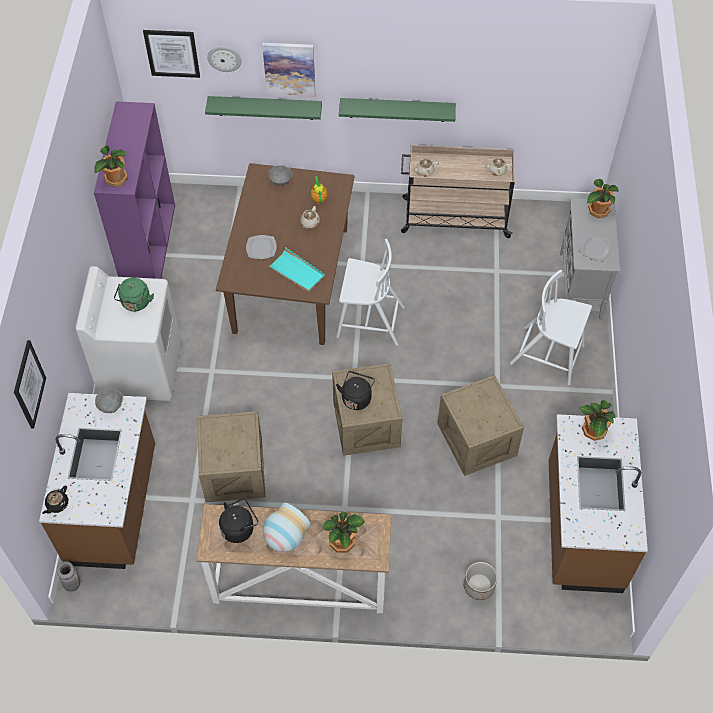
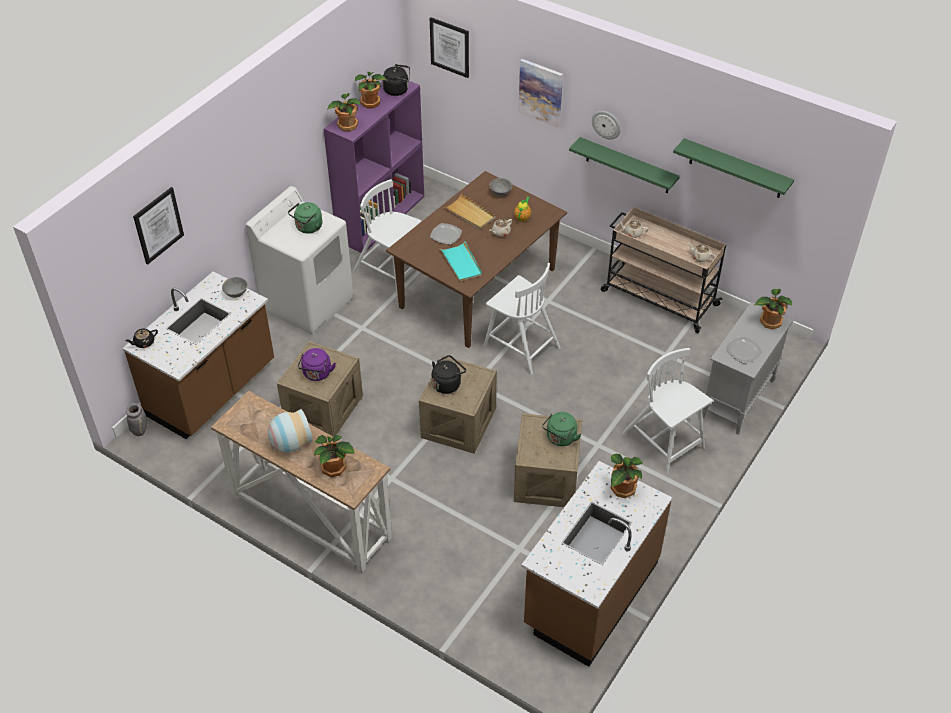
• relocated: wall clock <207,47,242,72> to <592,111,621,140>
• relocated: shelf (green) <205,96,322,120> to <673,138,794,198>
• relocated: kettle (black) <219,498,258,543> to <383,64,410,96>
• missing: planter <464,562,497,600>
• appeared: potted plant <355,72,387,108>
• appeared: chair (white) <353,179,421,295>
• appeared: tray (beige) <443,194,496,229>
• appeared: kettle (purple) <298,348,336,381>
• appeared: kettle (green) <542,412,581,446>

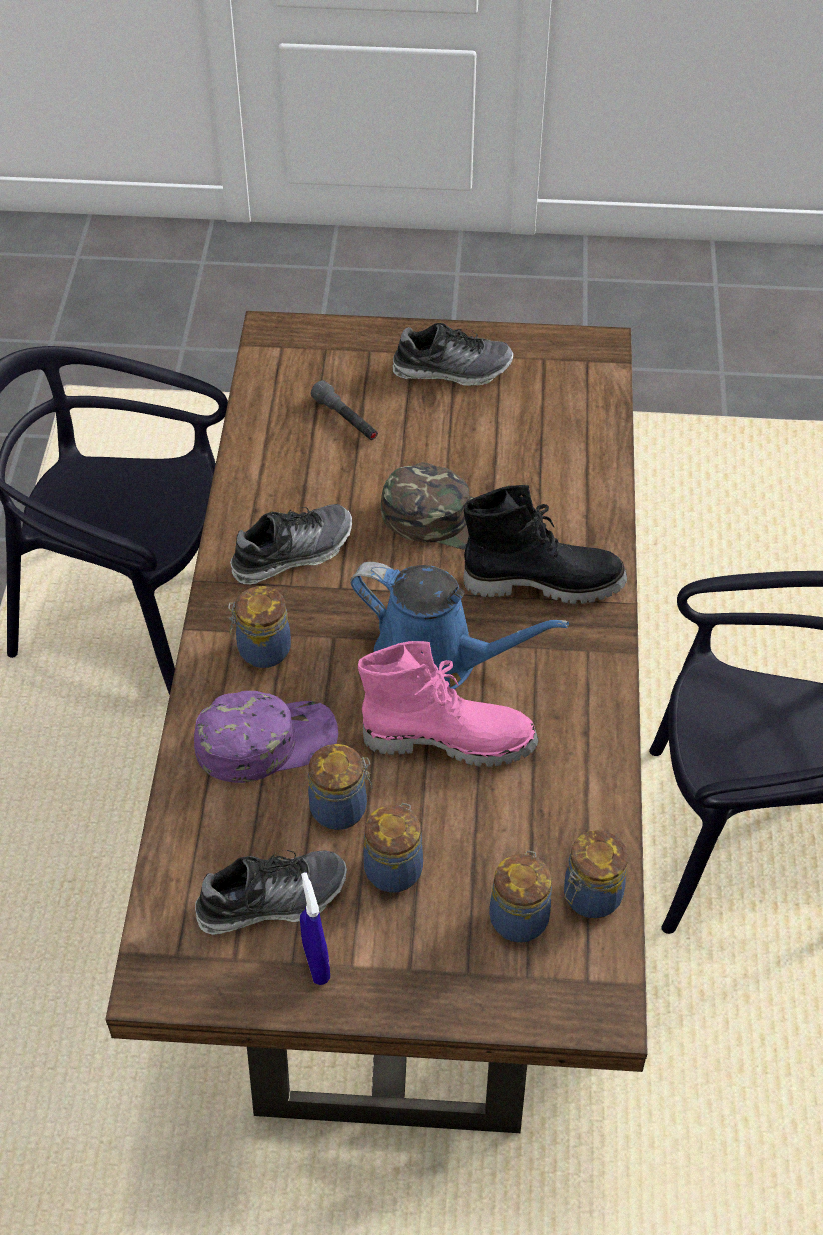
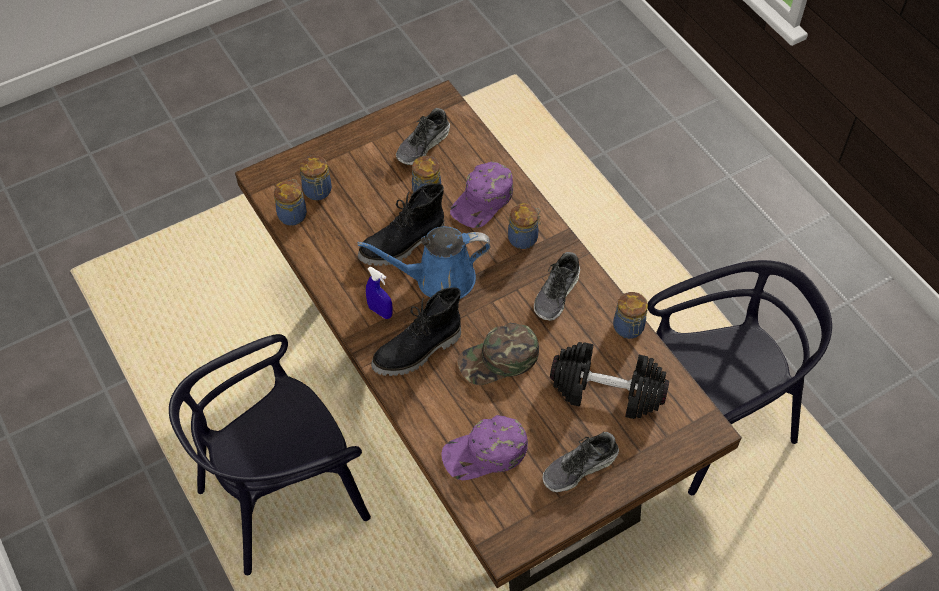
• exchanged: flashlight (grey) <311,380,378,440> to dumbbell (black) <550,342,669,419>
• colour: boot (pink) <358,641,538,767> to boot (black) <358,183,444,266>
• relocated: jar <363,803,423,893> to <613,292,648,339>
• relocated: spray bottle (blue) <300,872,330,985> to <366,267,393,319>
• appeared: cap (purple) <441,415,528,480>

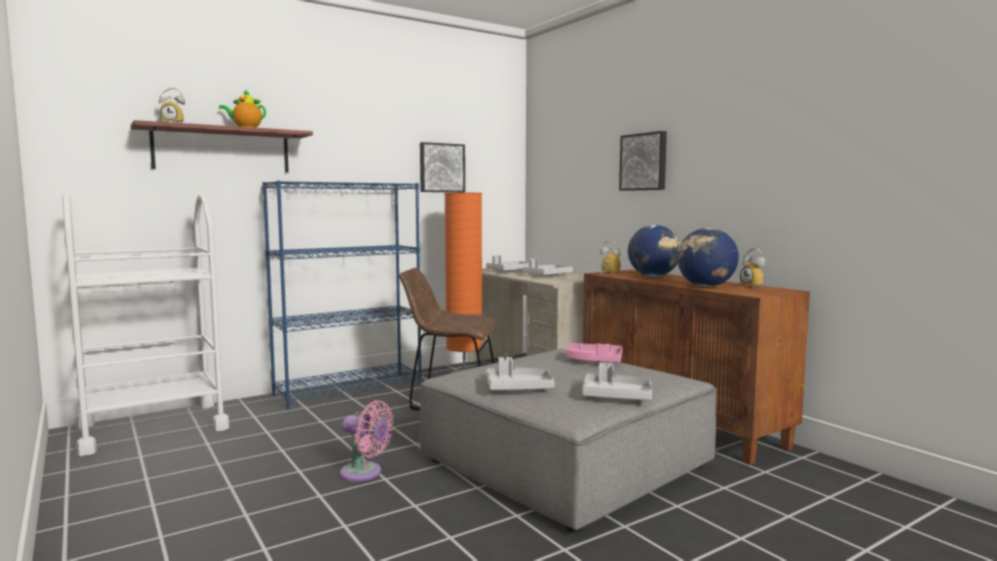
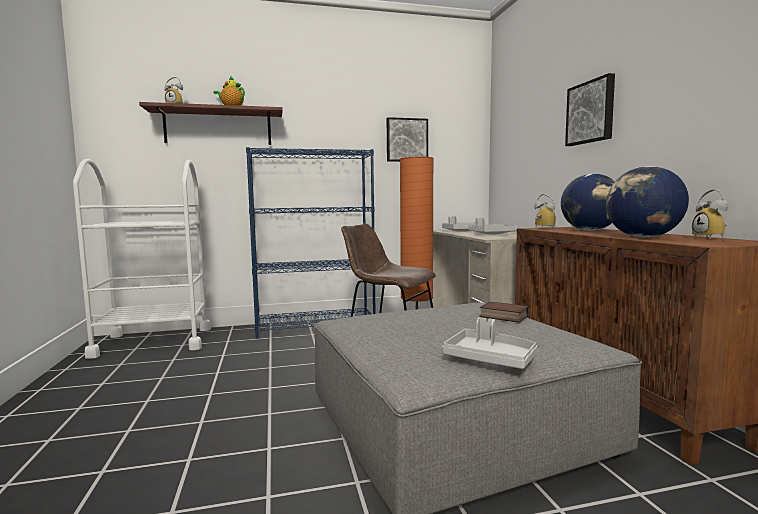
• exchanged: tray (pink) <566,343,623,362> to book <480,302,529,323>
• missing: tray (grey) <486,357,555,390>
• missing: fan (pink) <339,400,394,482>

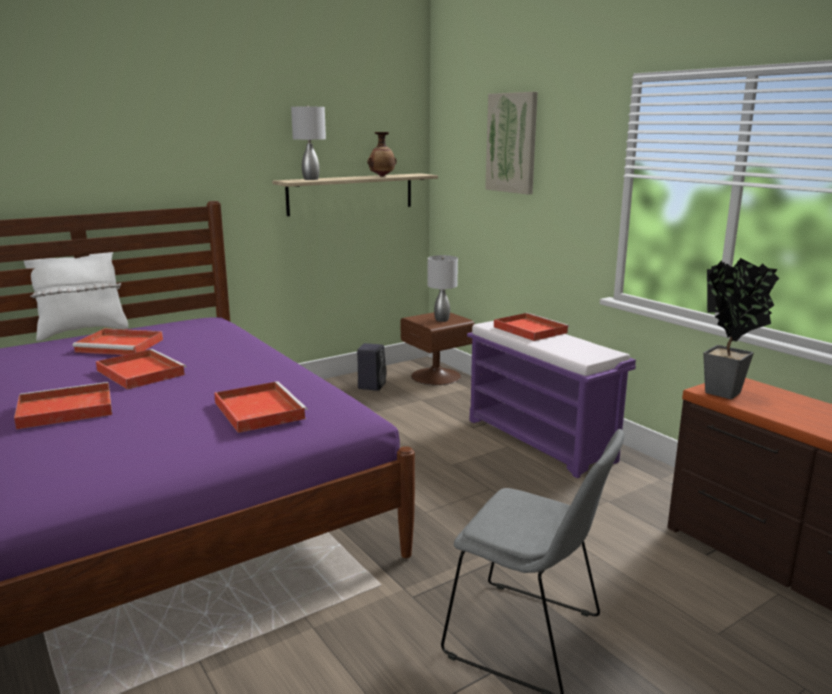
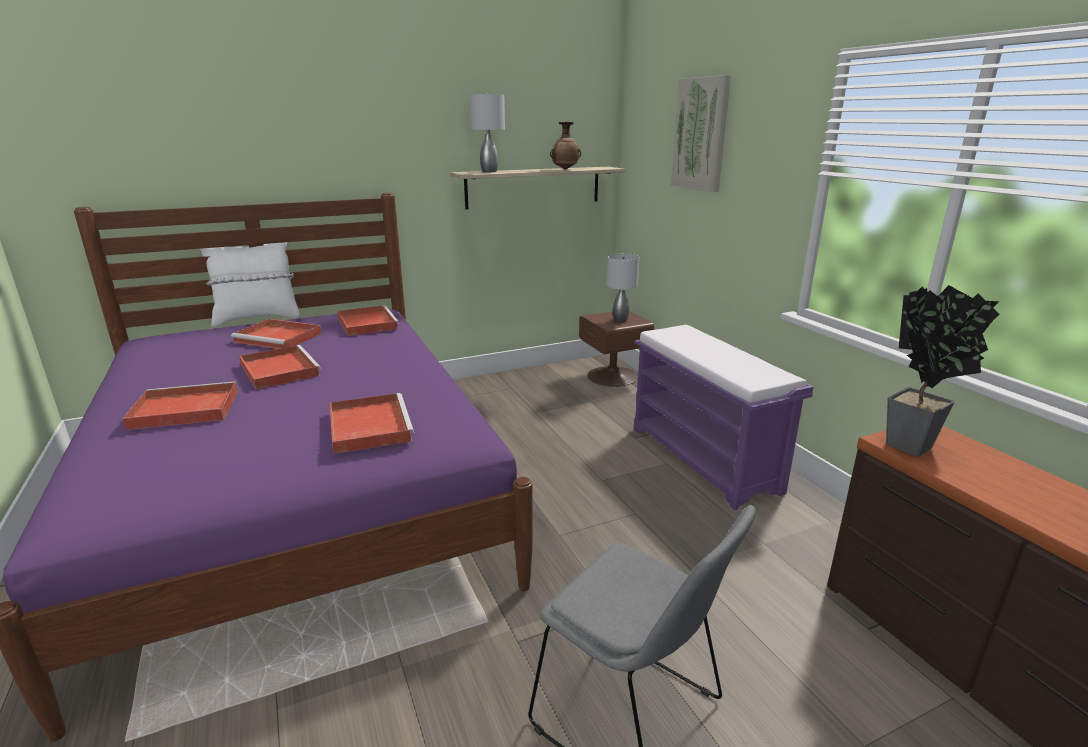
• relocated: tray (red) <494,313,569,341> to <337,305,399,336>
• missing: speaker (black) <357,343,386,391>

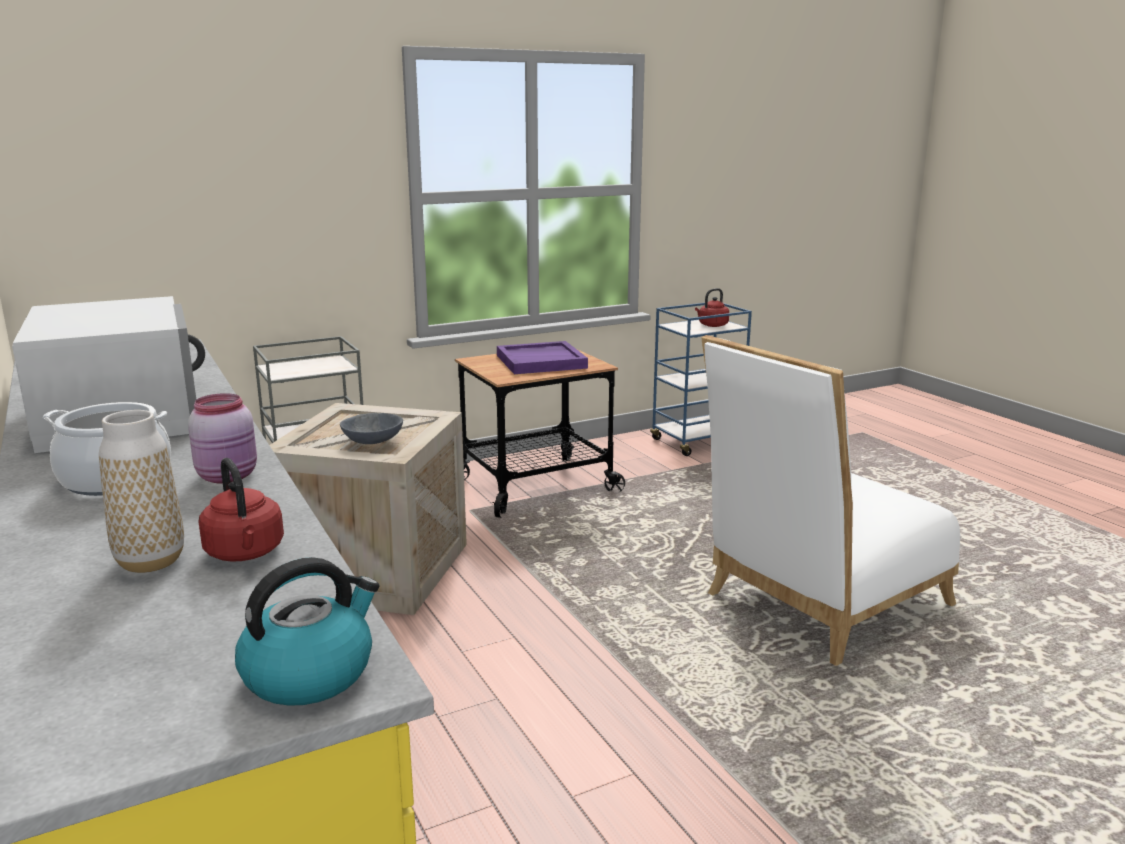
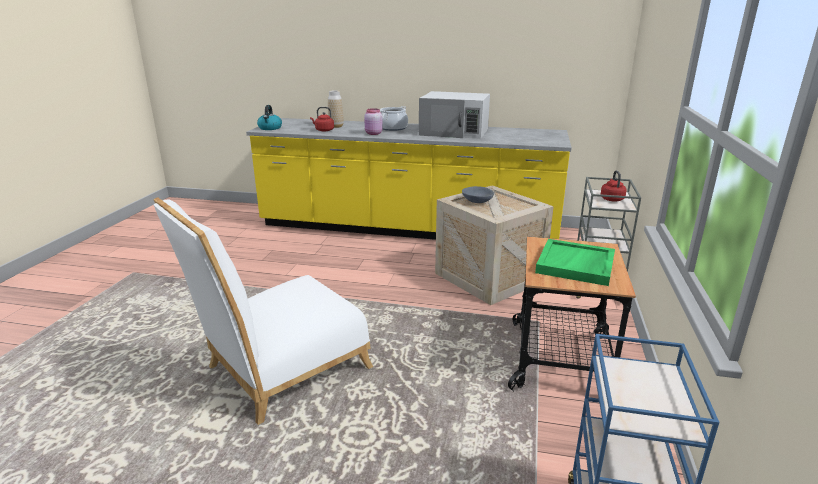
• relocated: kettle (red) <695,288,729,327> to <601,170,627,201>
• spun: chair (white) <701,335,960,666> = <153,197,373,425> 135 degrees counterclockwise
• colour: tray (purple) <497,341,588,374> to tray (green) <535,239,615,286>

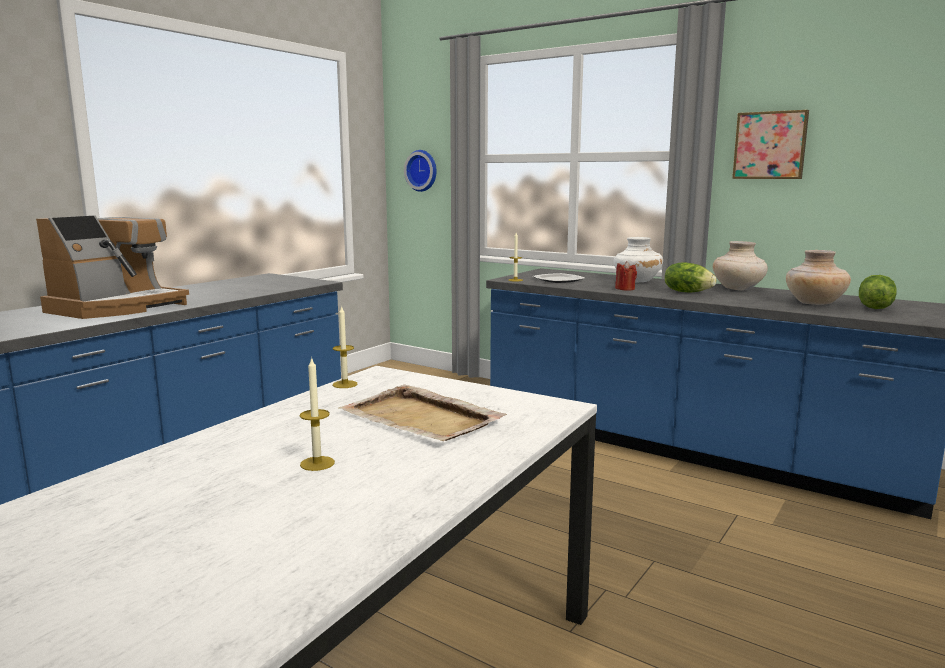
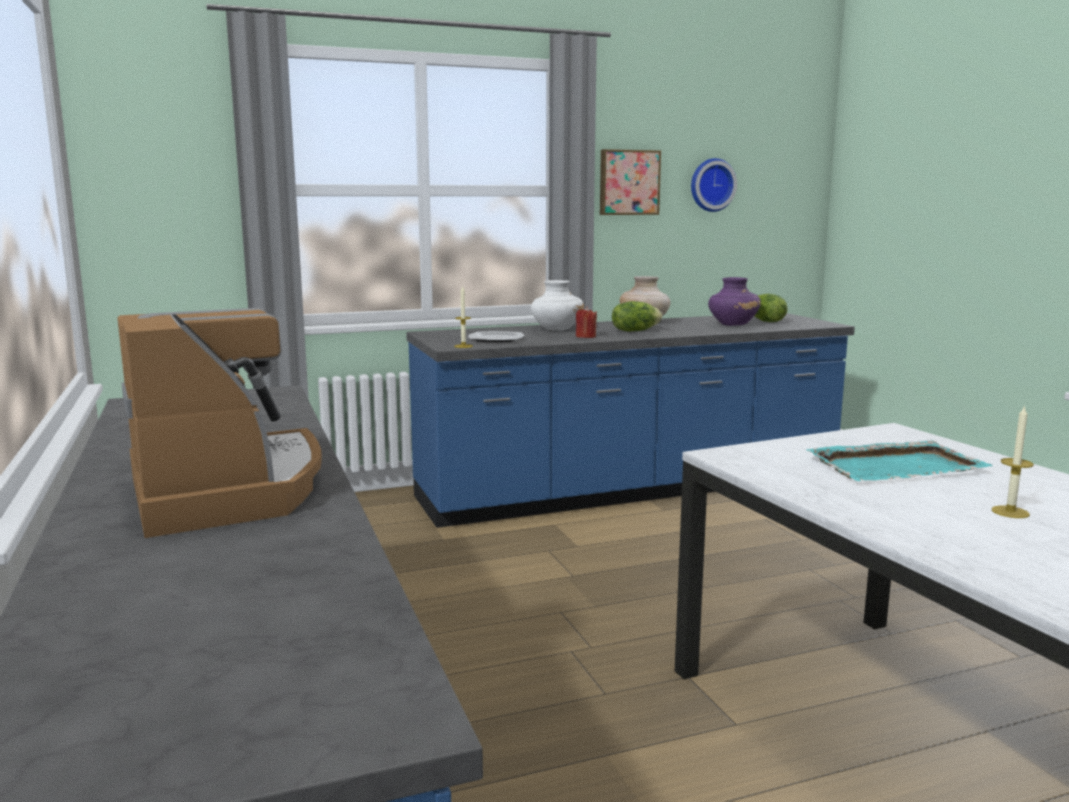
• relocated: wall clock <404,150,437,192> to <691,158,737,212>
• colour: vase (beige) <786,250,851,305> to vase (purple) <708,277,761,326>
• missing: candle <333,306,357,388>
• colour: tray (beige) <338,385,507,441> to tray (turquoise) <807,440,993,481>

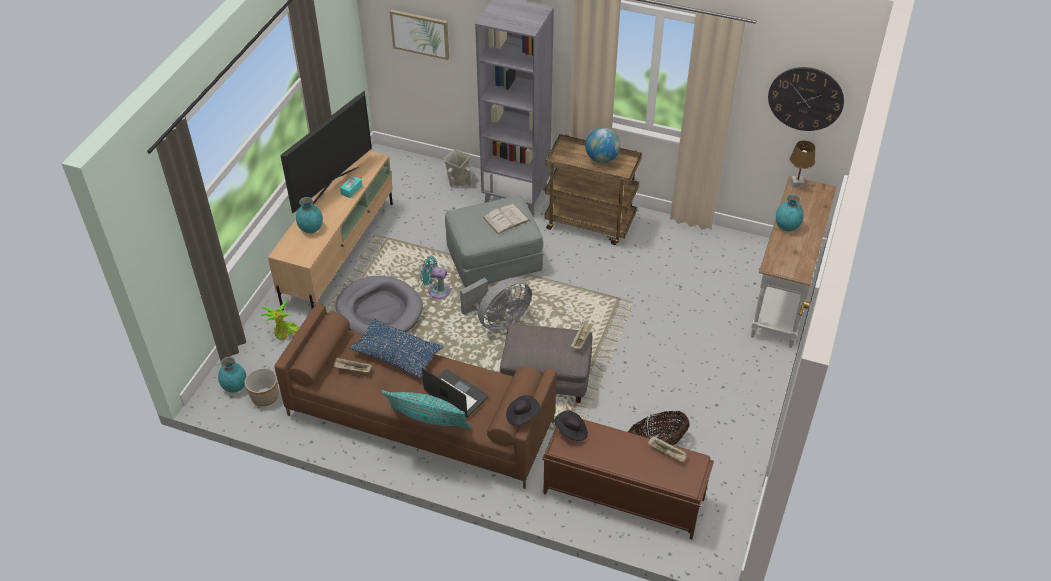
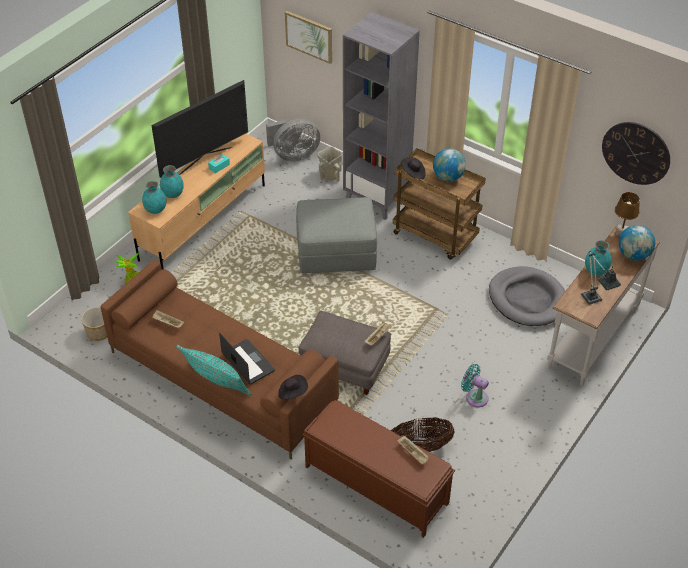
• missing: book (white) <483,204,530,234>
• relocated: fan (turquoise) <420,256,451,299> to <461,364,489,407>
• relocated: dog bed (grey) <336,276,423,334> to <489,266,565,326>
• relocated: fan (grey) <460,278,532,331> to <266,119,320,162>
• missing: pillow (blue) <349,318,444,378>
• relocated: vase (turquoise) <218,357,246,393> to <142,181,166,214>
• relocated: hat (black) <554,410,588,441> to <401,157,426,179>
• appeared: globe <619,225,655,261>
• appeared: table lamp <581,251,621,305>

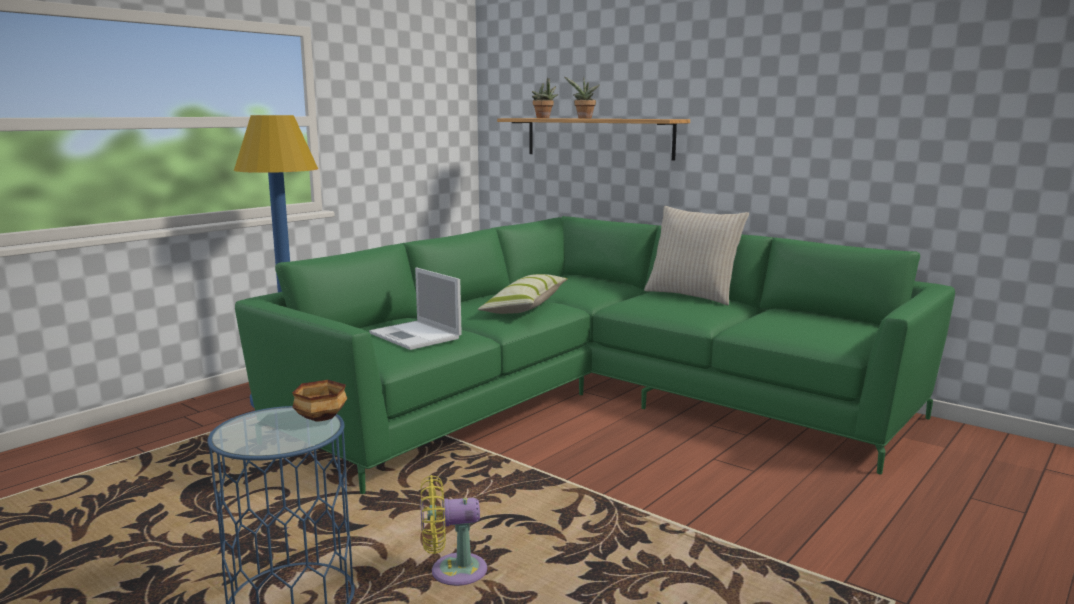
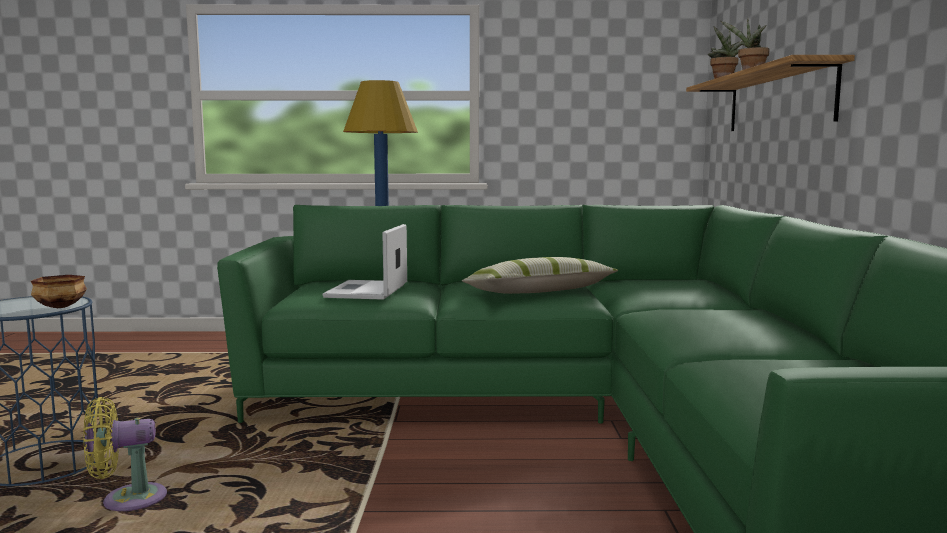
• missing: pillow (beige) <644,206,749,305>
• spun: fan (yellow) <420,475,487,586> = <83,397,167,511> 60 degrees counterclockwise

